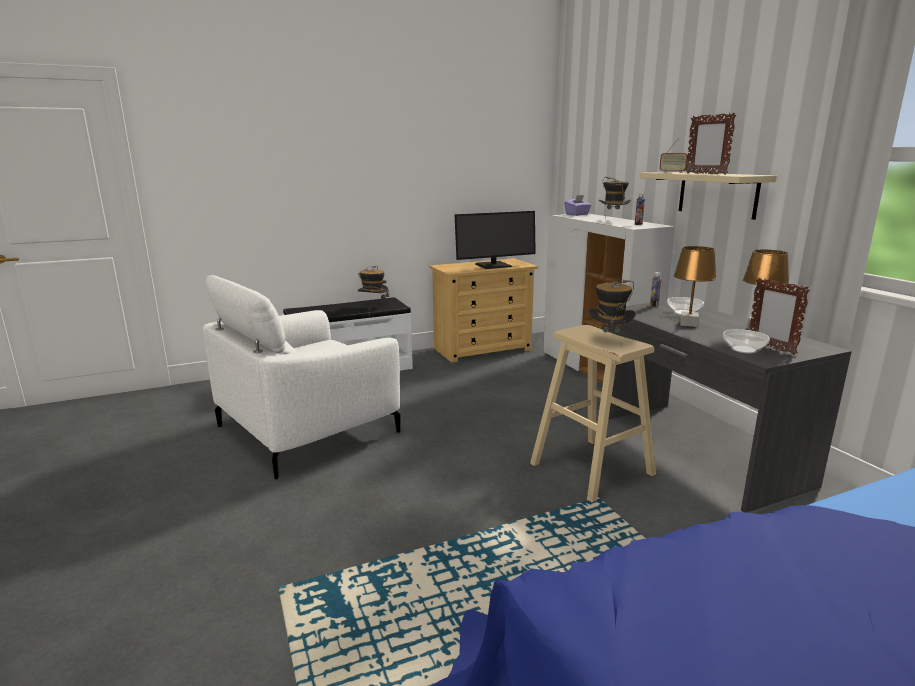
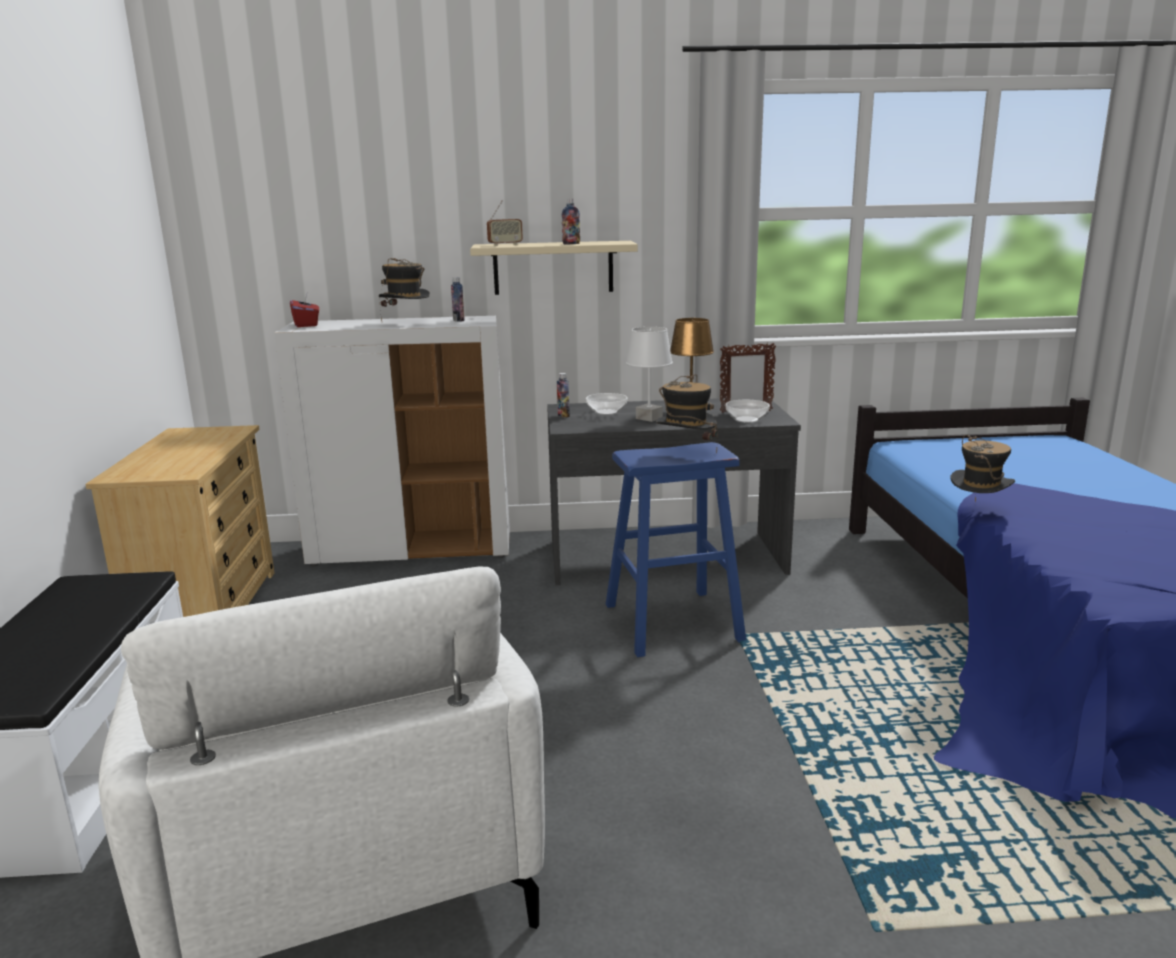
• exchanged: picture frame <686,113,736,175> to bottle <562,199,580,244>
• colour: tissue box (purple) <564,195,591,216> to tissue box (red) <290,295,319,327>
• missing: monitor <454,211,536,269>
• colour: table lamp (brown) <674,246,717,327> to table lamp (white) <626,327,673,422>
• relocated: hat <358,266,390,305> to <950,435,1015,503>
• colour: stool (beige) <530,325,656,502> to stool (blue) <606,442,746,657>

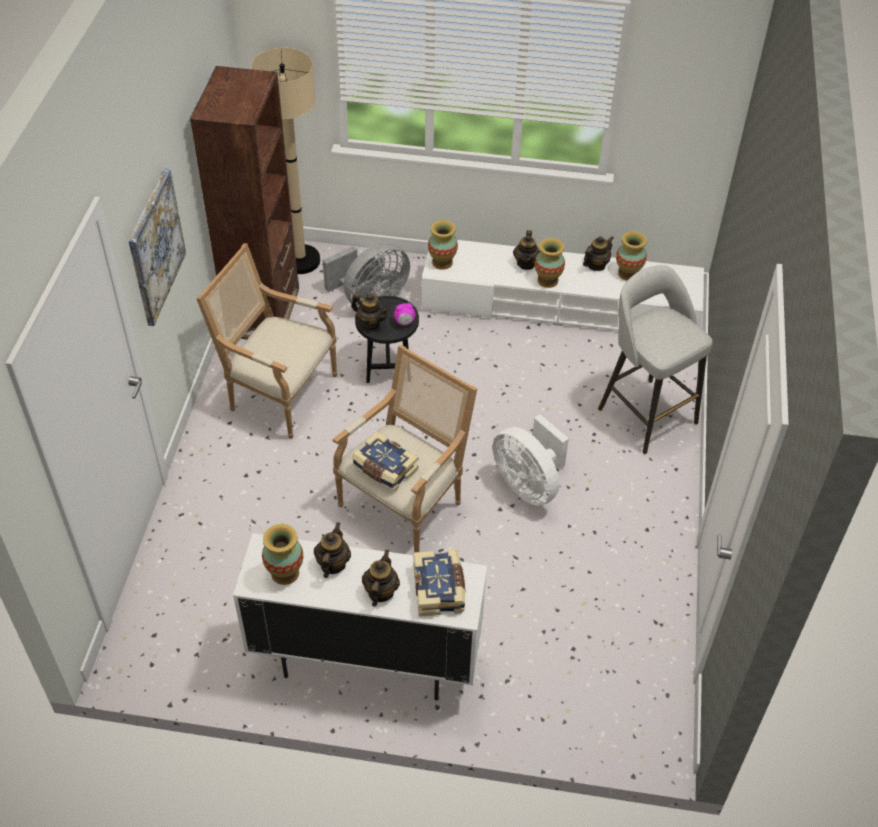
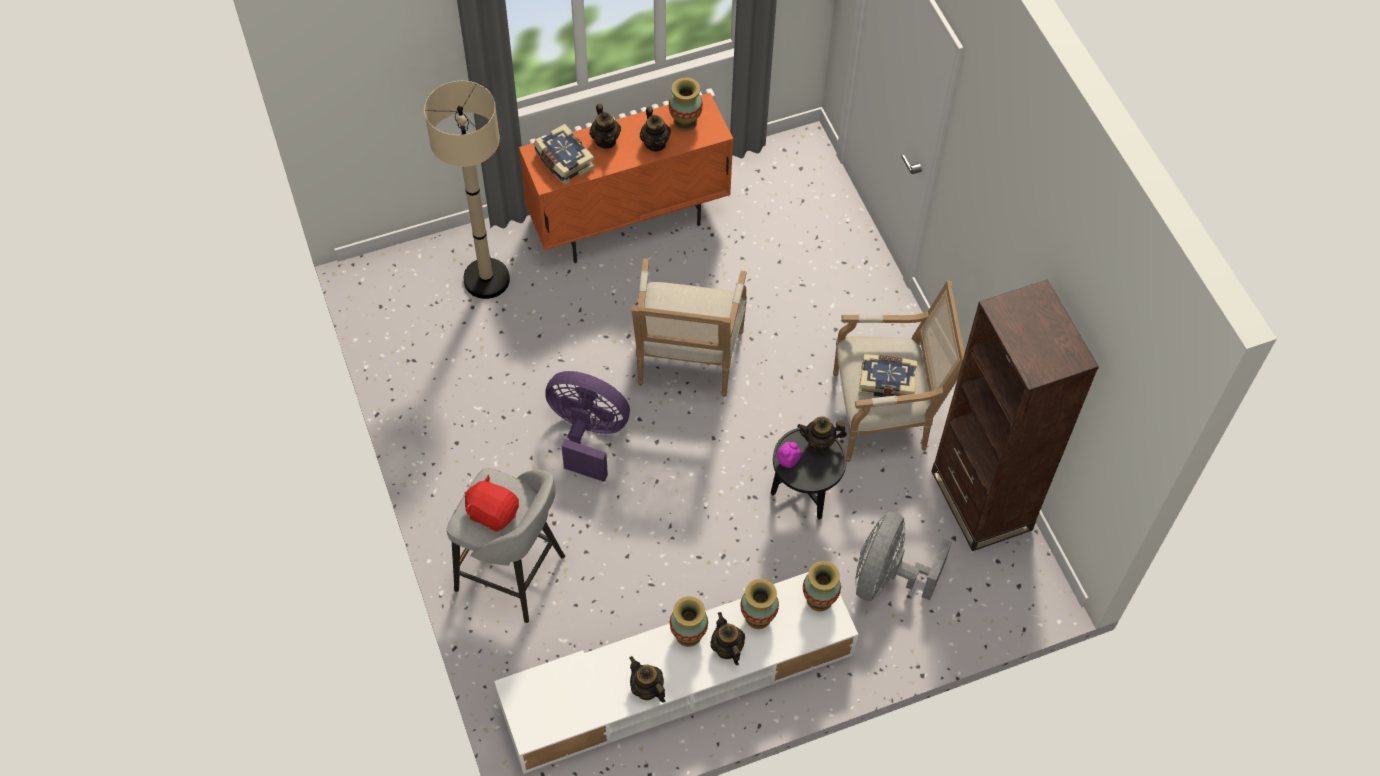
• relocated: floor lamp (beige) <251,48,320,274> to <424,81,510,299>
• missing: picture <129,168,186,326>
• relocated: vase <616,231,647,281> to <740,579,779,629>
• spun: teapot <583,236,614,271> = <629,656,665,703> 120 degrees clockwise
• colour: fan (white) <493,414,569,506> to fan (purple) <545,371,630,482>
• relocated: book <352,432,418,491> to <859,354,917,397>
• colour: cabinet (white) <233,533,487,701> to cabinet (orange) <519,93,733,263>
• appeared: plush toy (red) <465,475,519,532>

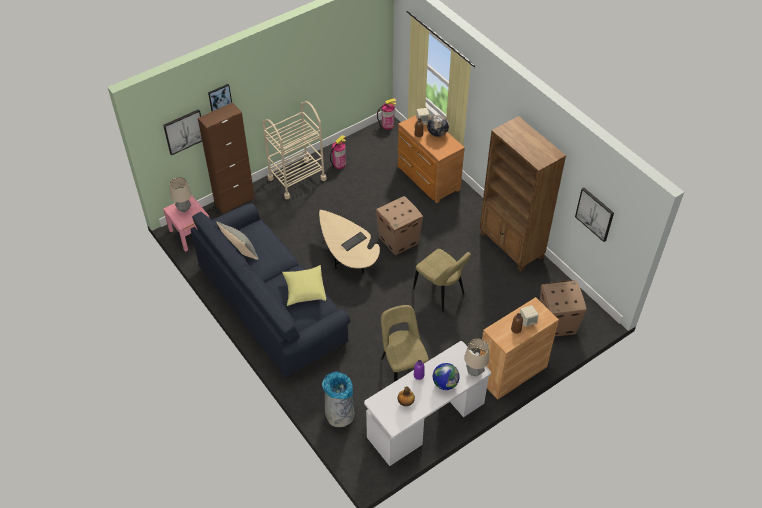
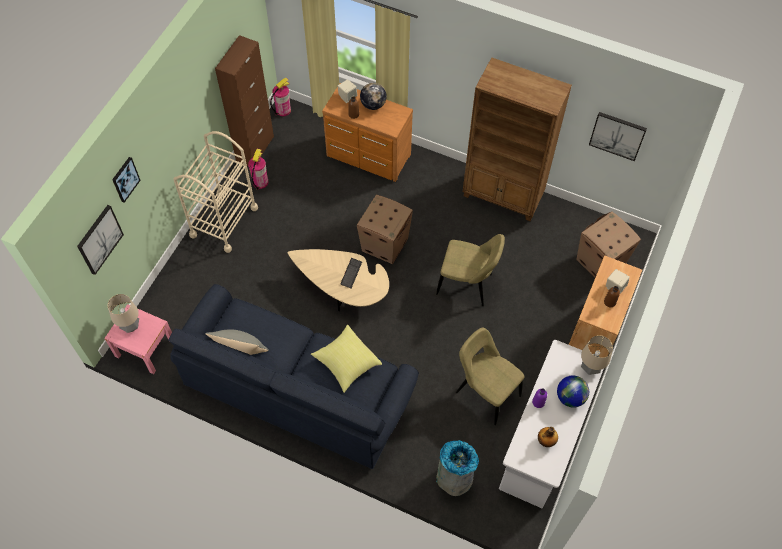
• relocated: cabinet (brown) <198,102,255,214> to <215,35,274,166>

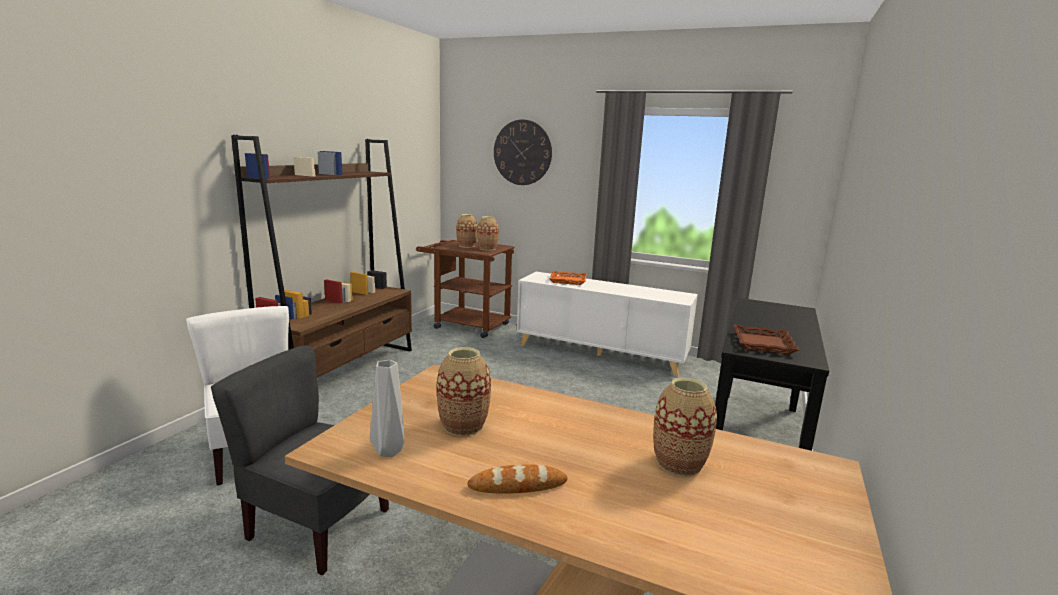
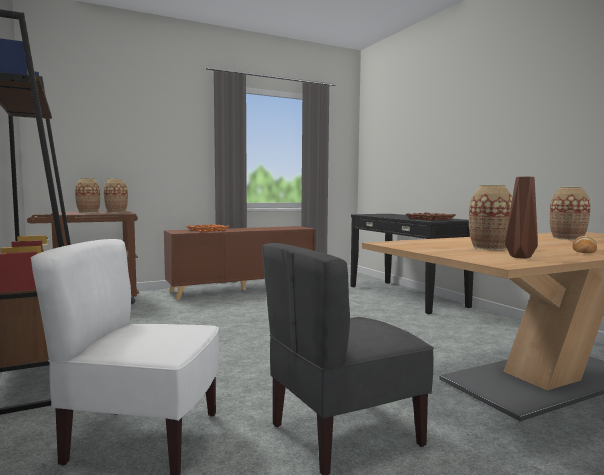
• missing: wall clock <494,119,552,185>
• colour: cabinet (white) <517,272,698,377> to cabinet (brown) <164,226,316,300>
• colour: vase (grey) <370,360,404,457> to vase (brown) <505,177,538,258>

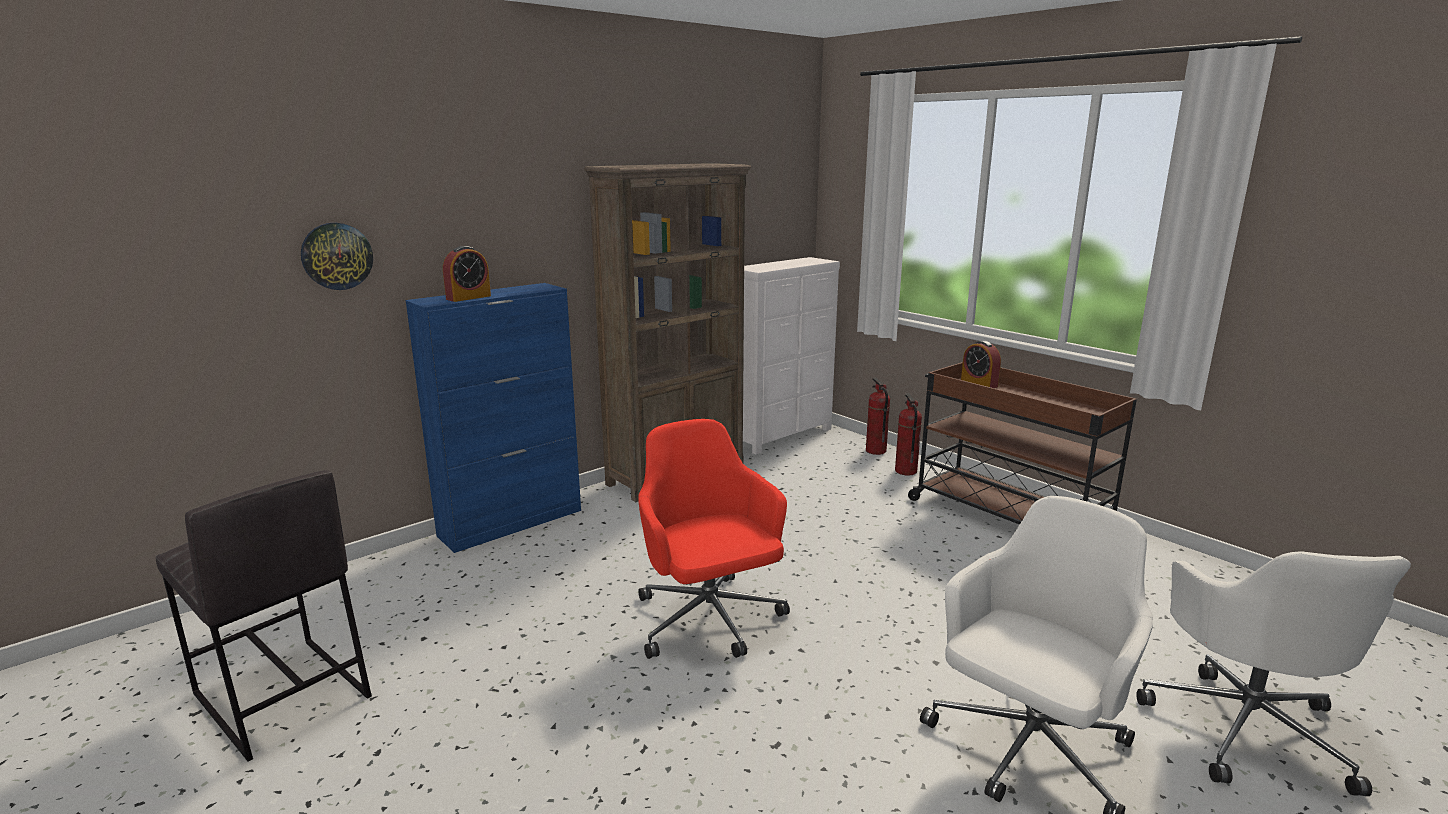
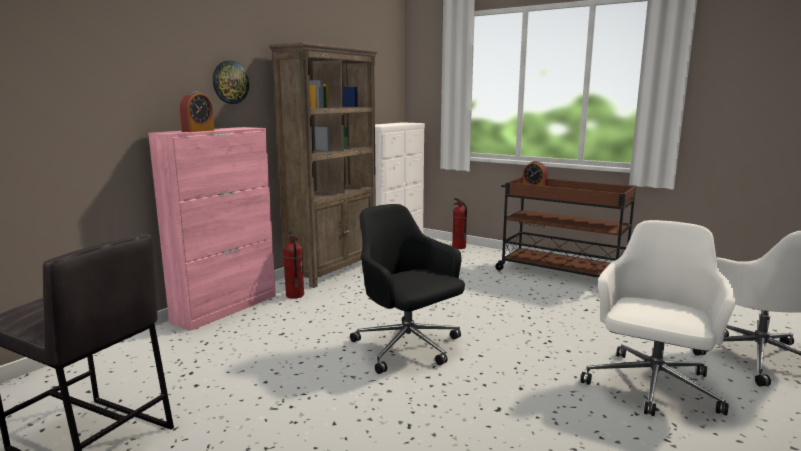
• relocated: wall clock <301,223,373,290> to <213,60,249,104>
• colour: cabinet (blue) <406,283,581,553> to cabinet (pink) <148,127,276,331>
• relocated: fire extinguisher <895,393,922,476> to <283,230,304,299>
• colour: office chair (red) <638,419,790,659> to office chair (black) <350,204,465,374>

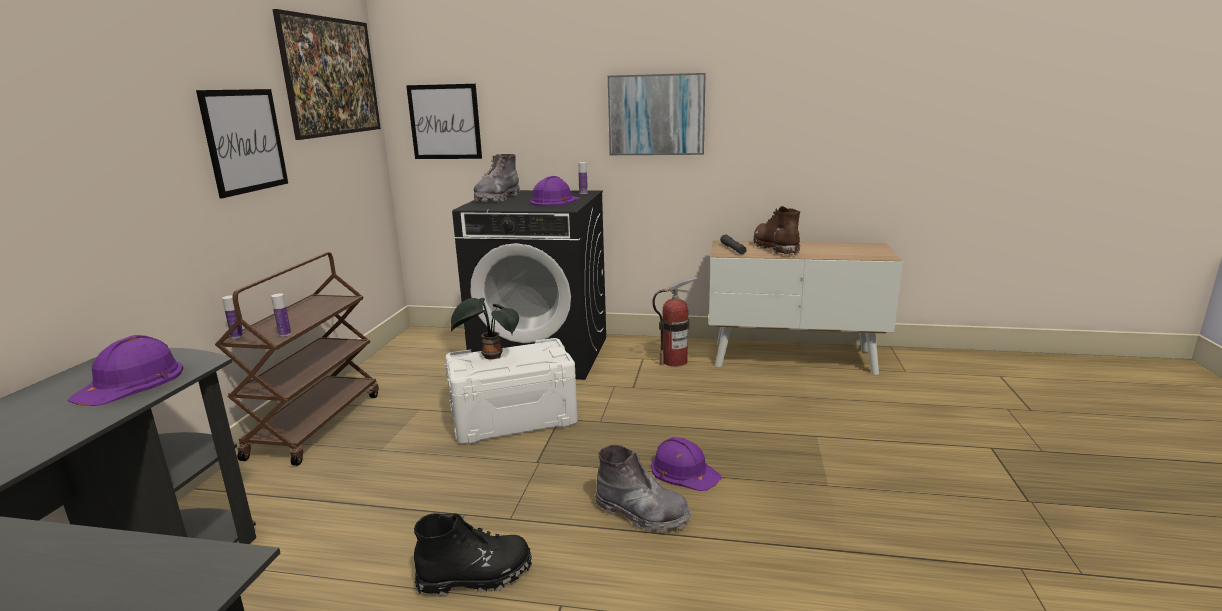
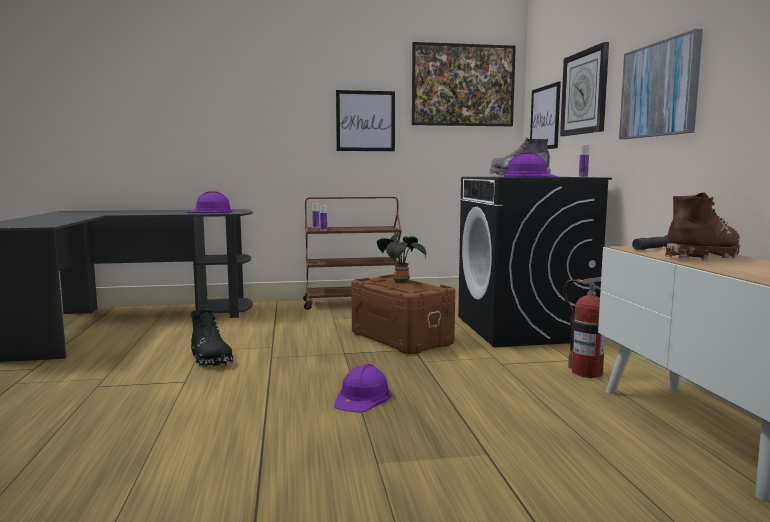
• colour: storage box (white) <445,338,578,444> to storage box (brown) <351,274,455,354>
• missing: boot (grey) <595,445,691,533>
• appeared: wall clock <560,42,609,136>

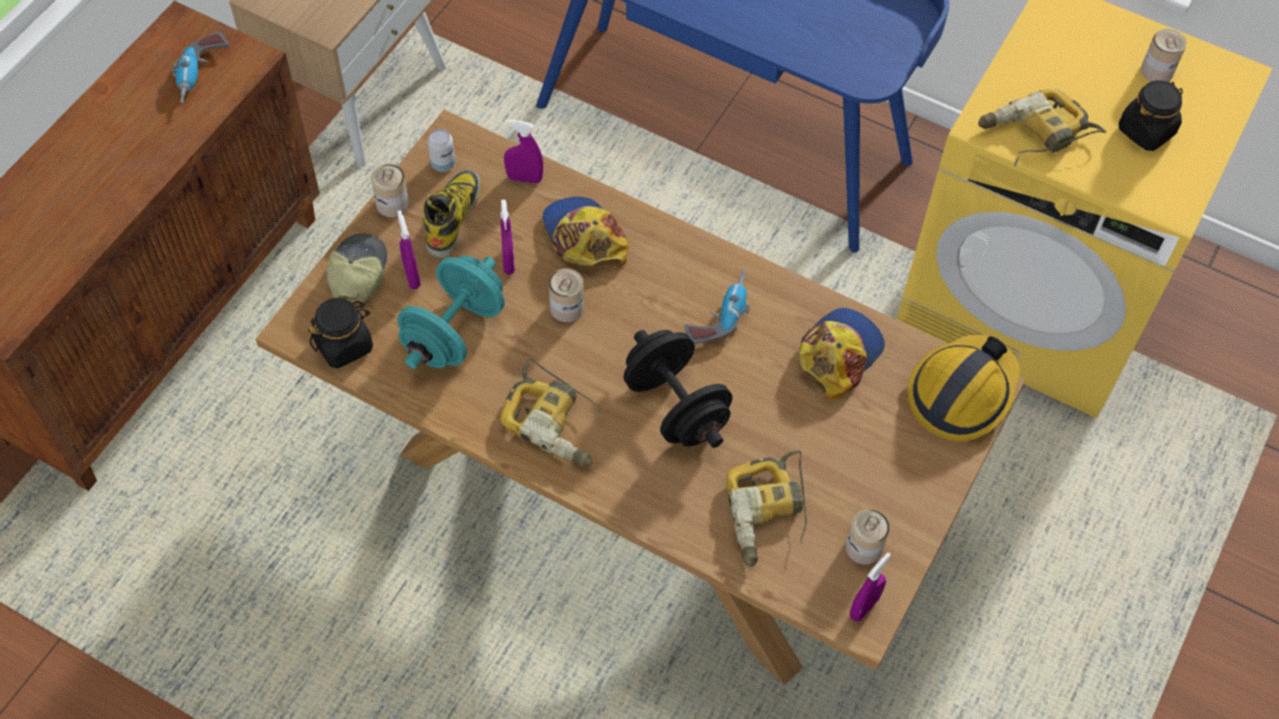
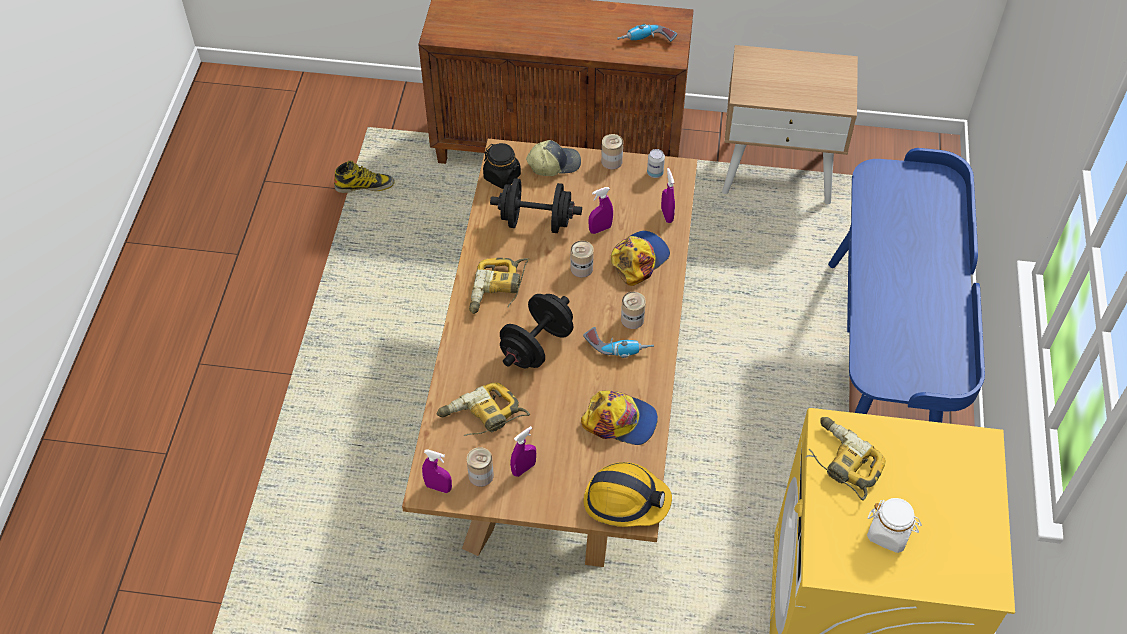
• relocated: can <1141,29,1187,82> to <621,292,646,329>
• colour: jar (black) <1119,80,1183,151> to jar (white) <867,498,922,553>
• relocated: boot <423,169,481,258> to <334,161,395,193>
• relocated: spray bottle (purple) <397,210,421,289> to <510,426,536,477>
• colour: dumbbell (turquoise) <397,256,505,369> to dumbbell (black) <490,178,582,233>

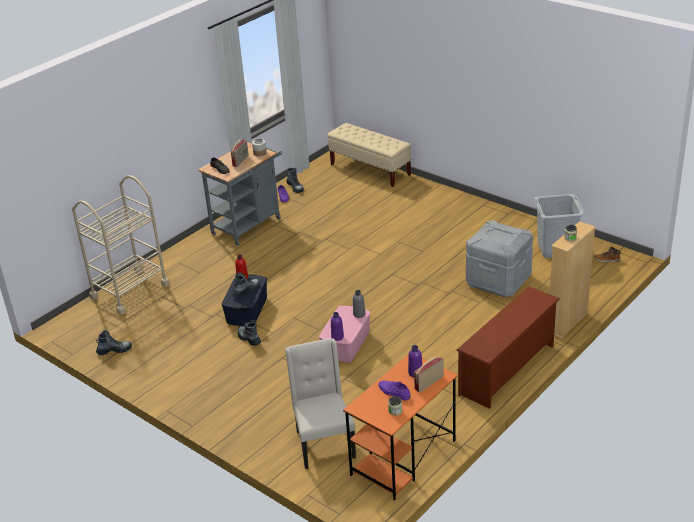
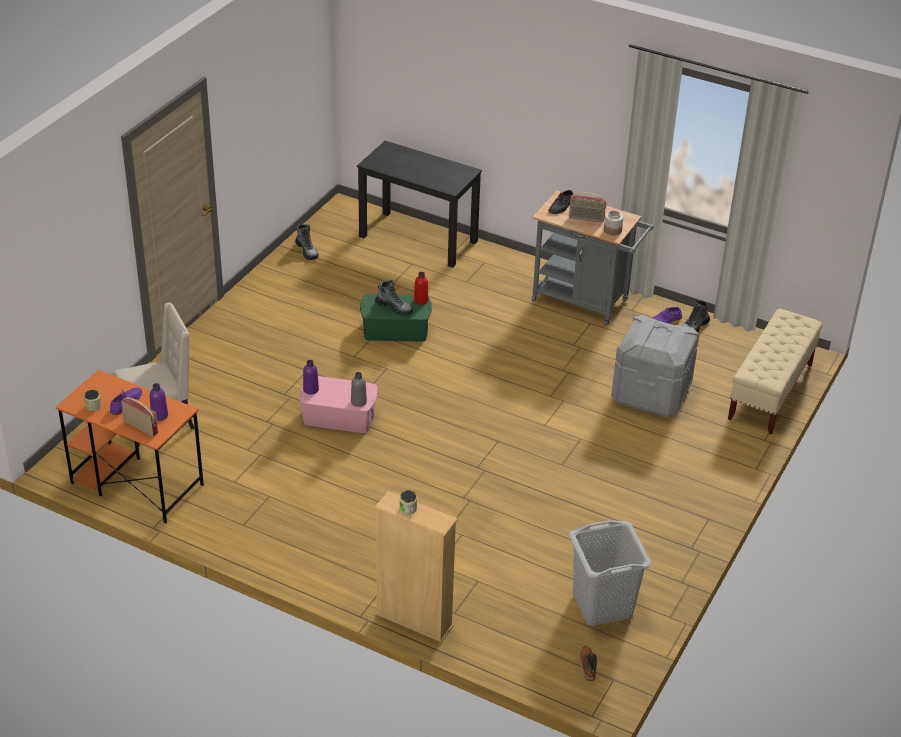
• exchanged: cart (beige) <72,175,170,315> to desk (black) <357,141,482,268>
• relocated: storage box (grey) <466,220,533,297> to <611,315,699,417>
• colour: storage box (blue) <221,274,267,326> to storage box (green) <360,294,432,341>
• missing: shoe rack (brown) <457,286,560,409>
• missing: boot <238,320,261,346>

